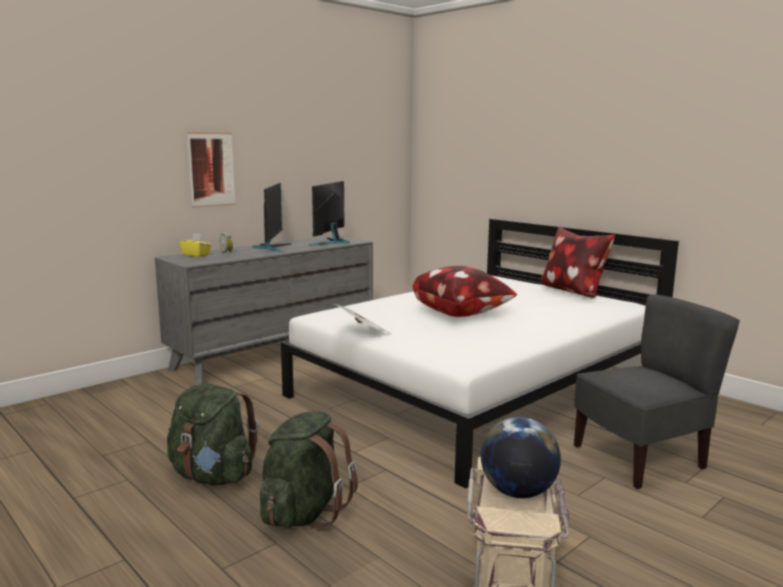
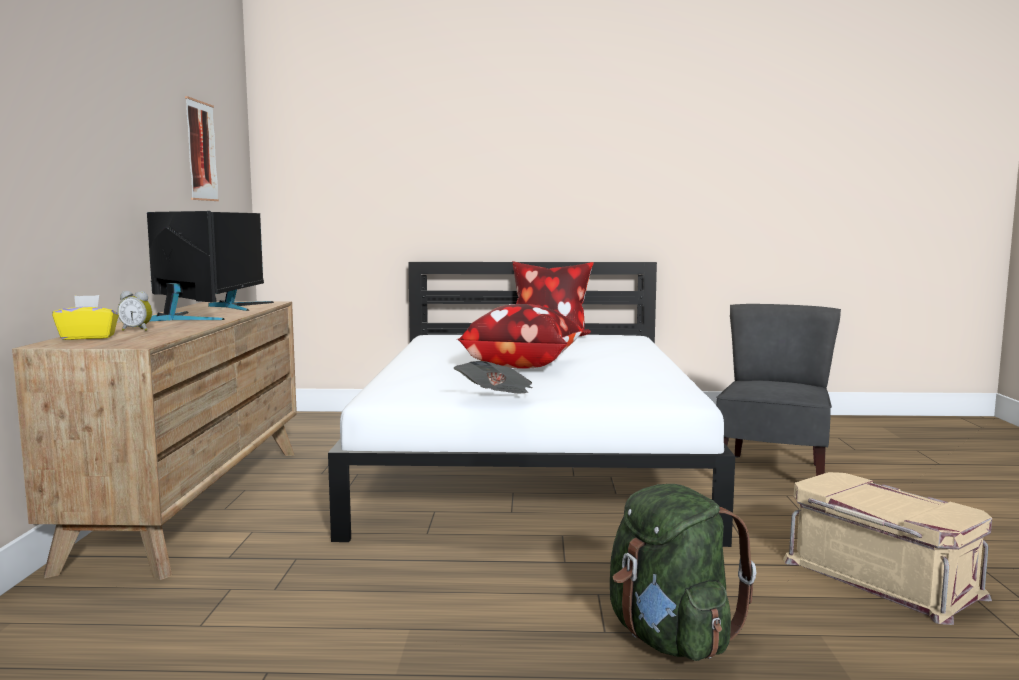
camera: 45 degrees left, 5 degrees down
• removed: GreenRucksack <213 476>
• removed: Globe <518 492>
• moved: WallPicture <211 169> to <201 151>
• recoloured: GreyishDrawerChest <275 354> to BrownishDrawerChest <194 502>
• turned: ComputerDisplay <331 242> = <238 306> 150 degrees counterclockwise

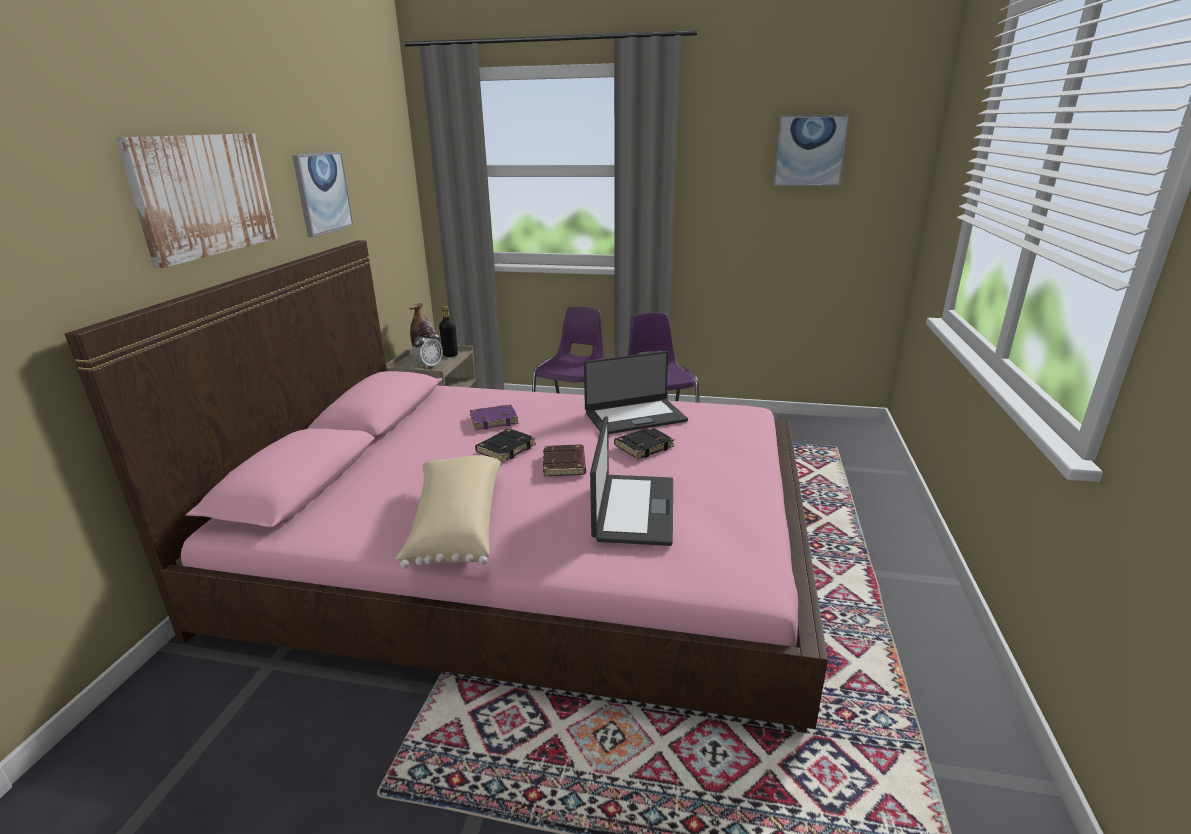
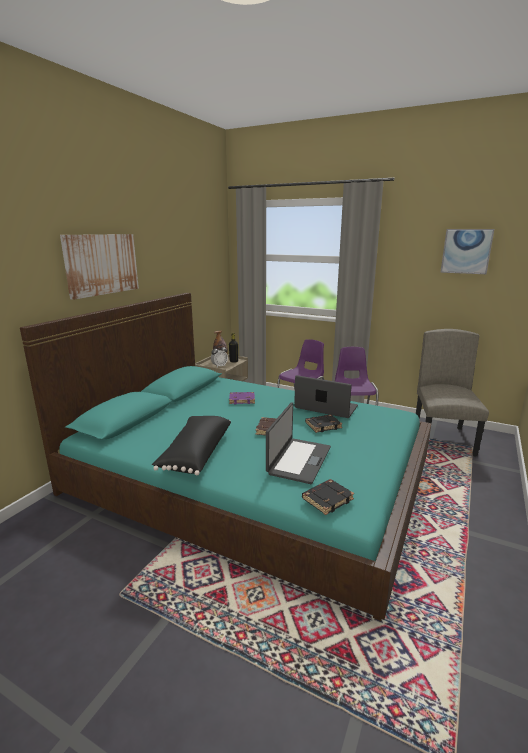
camera: 15 degrees right, 5 degrees down
• removed: WallPicture <322 193>
• added: SandColouredUprightChair <443 439>
• moved: BlackVolume <506 448> to <327 499>
• recoloured: PinkColouredBedroomBed <531 544> to TurquoiseBedroomBed <251 476>
• recoloured: SandColouredThrowPillow <455 526> to BlackThrowPillow <195 454>
• turned: Laptop <634 416> = <325 407> 150 degrees counterclockwise

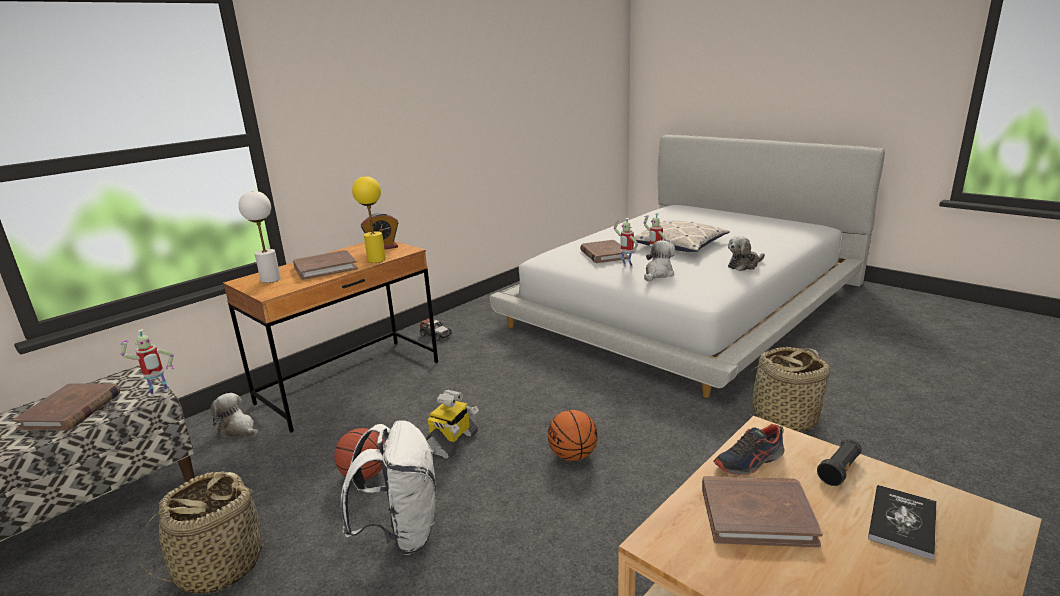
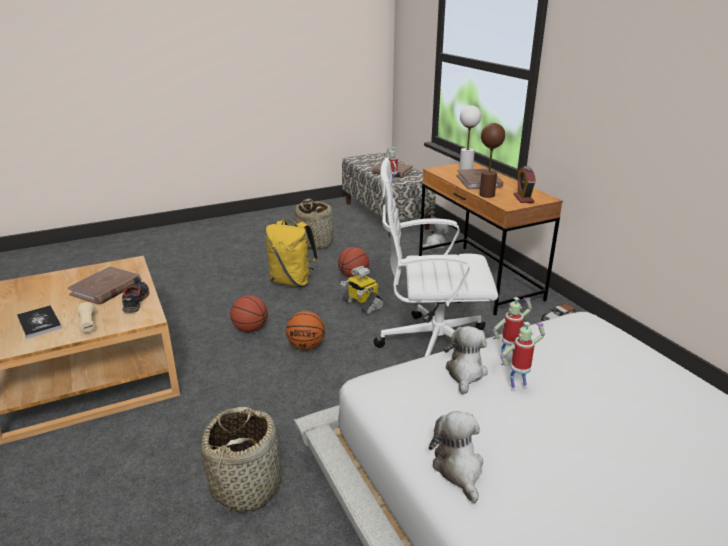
camera: 110 degrees right, 5 degrees up
• removed: BrownishVolume <604 254>
• removed: ThrowPillow <679 245>
• added: BasketballBall <250 329>
• added: WhitishOfficeChair <432 346>
• recoloured: WhitishRucksack <401 533> to YellowColouredRucksack <292 282>
• recoloured: YellowColouredTabletopLamp <377 260> to BrownishTabletopLamp <487 195>
• recoloured: BlackTorch <839 470> to SandColouredTorch <88 325>
• turned: CuddlyToy <658 274> = <465 373> 135 degrees counterclockwise

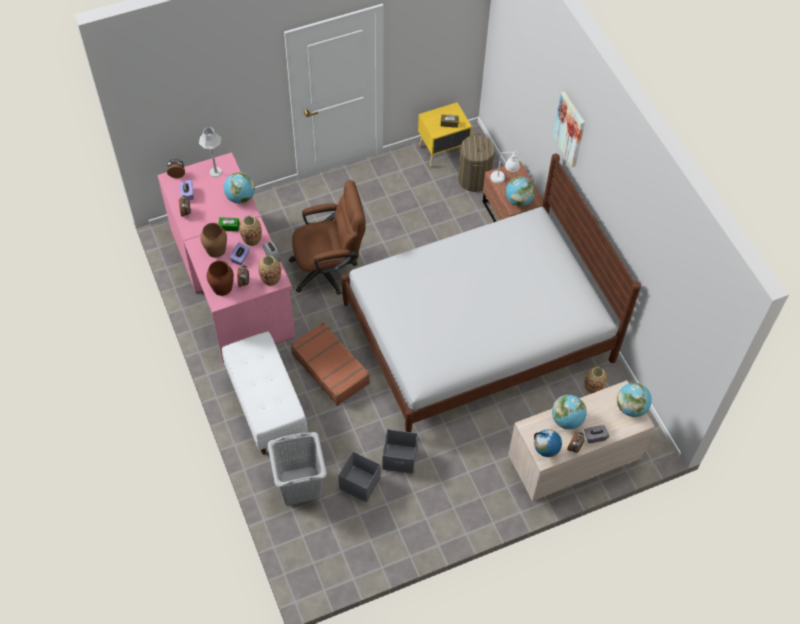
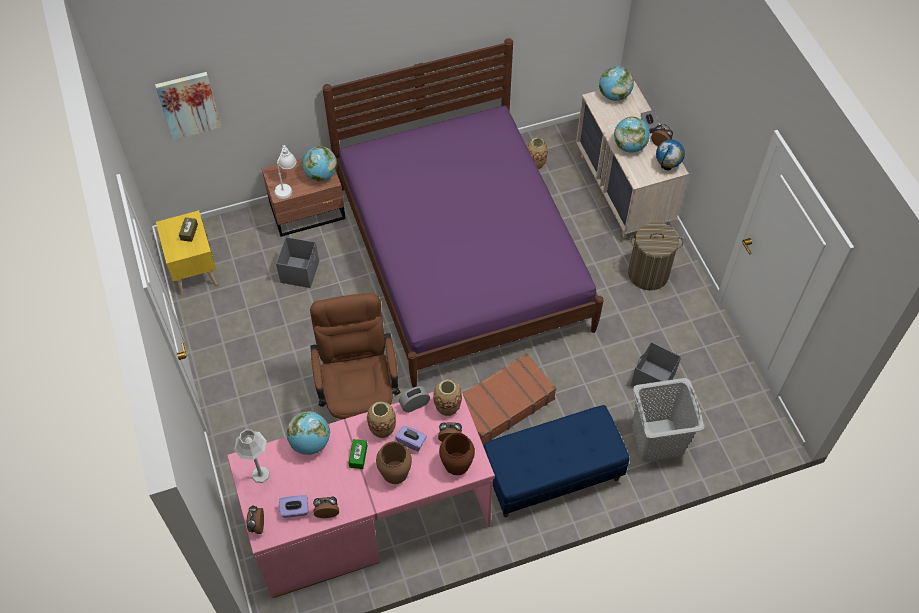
camera: 85 degrees left, 0 degrees up
• moved: GreyishStorageContainer <400 459> to <300 272>
• moved: LaundryBasket <474 179> to <648 274>
• moved: WallPicture <570 129> to <188 105>
• recoloured: WhitishLongSeat <266 405> to BlueLongSeat <552 476>
• recoloured: WhitishBedroomBed <477 332> to PurpleColouredBedroomBed <462 256>

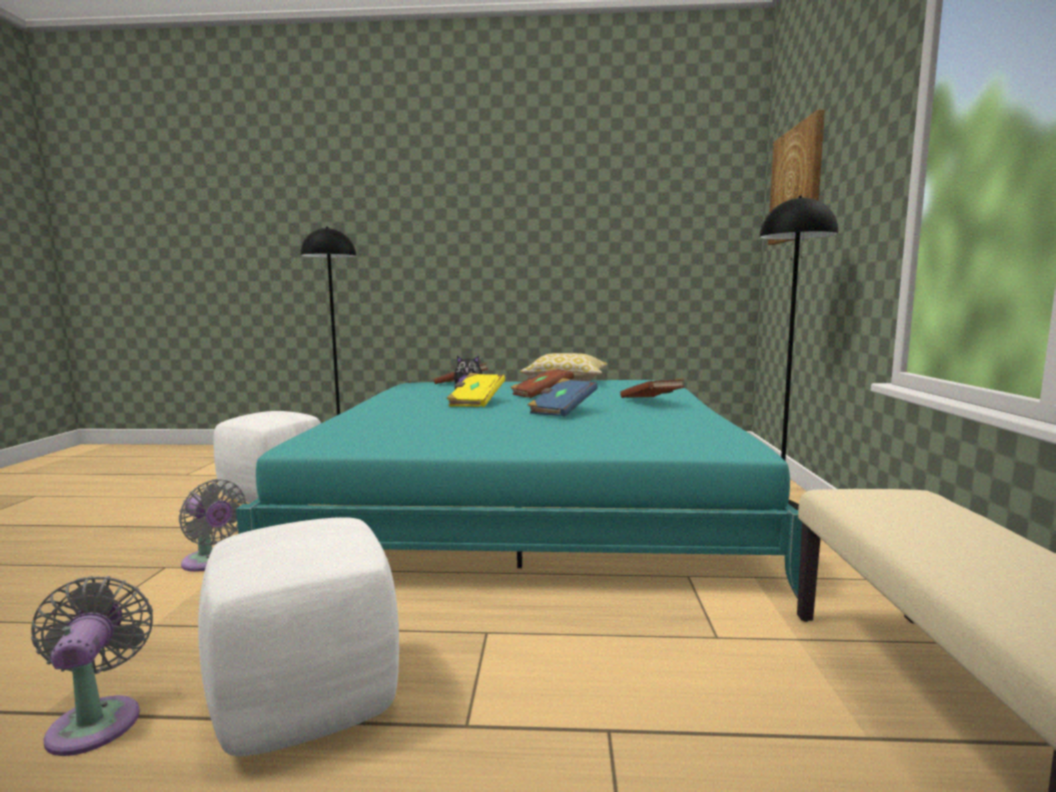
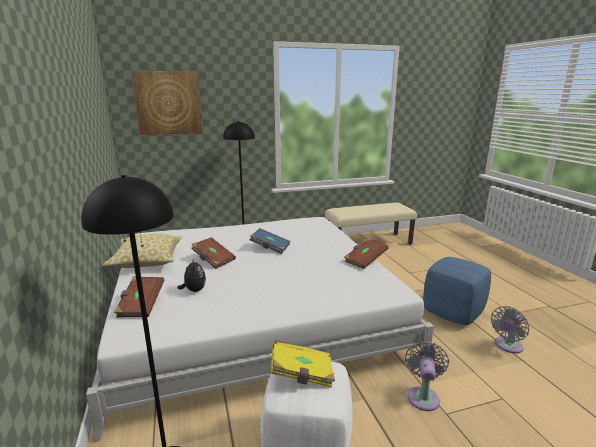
camera: 110 degrees left, 10 degrees up
• moved: YellowColouredVolume <475 402> to <302 375>
• moved: BrownishVolume <652 401> to <365 260>
• recoloured: WhitishOttoman <306 701> to BlueOttoman <453 313>
• recoloured: TurquoiseBedroomBed <529 496> to WhitishBedroomBed <253 312>

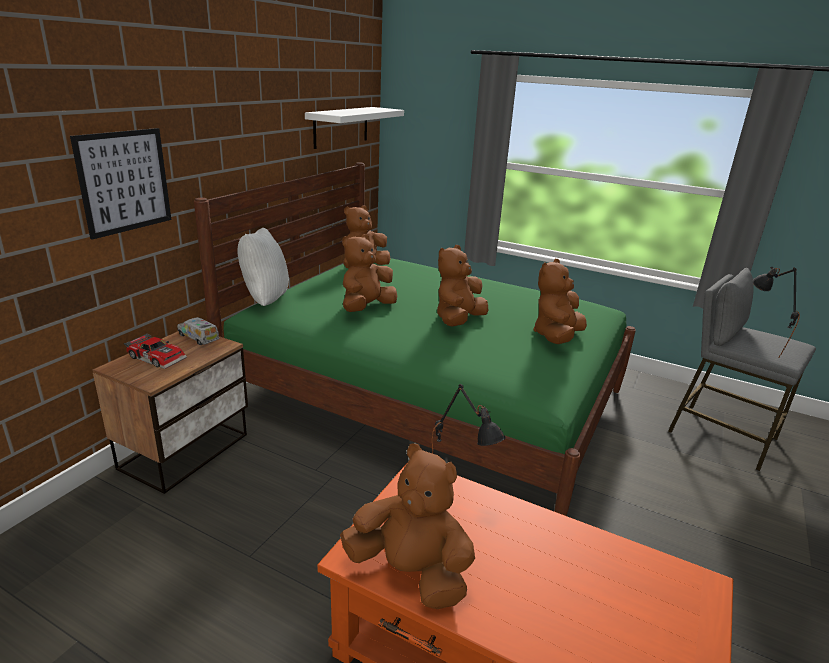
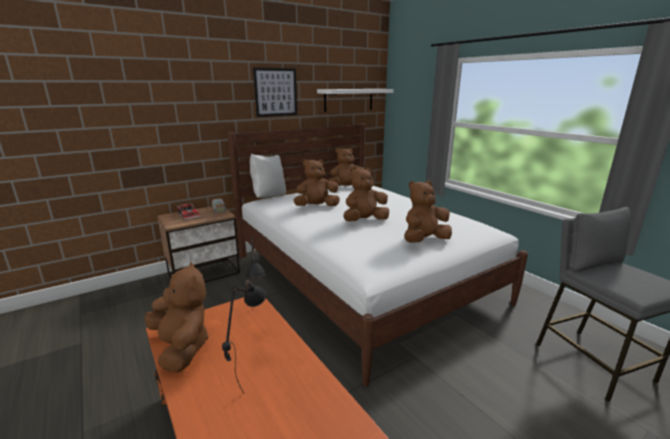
camera: 30 degrees right, 5 degrees down
• moved: WallPicture <124 181> to <276 92>
• moved: BlackTabletopLamp <757 349> to <248 373>
• recoloured: GreenBedroomBed <430 398> to WhitishBedroomBed <361 277>

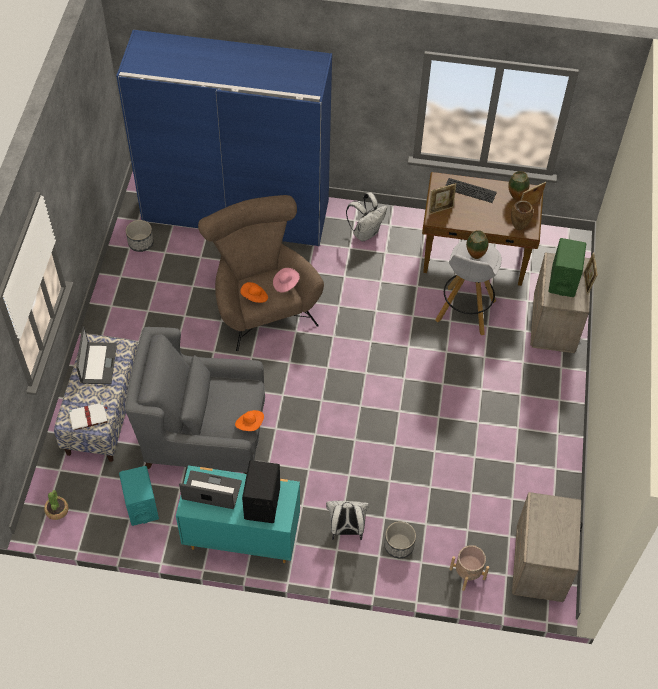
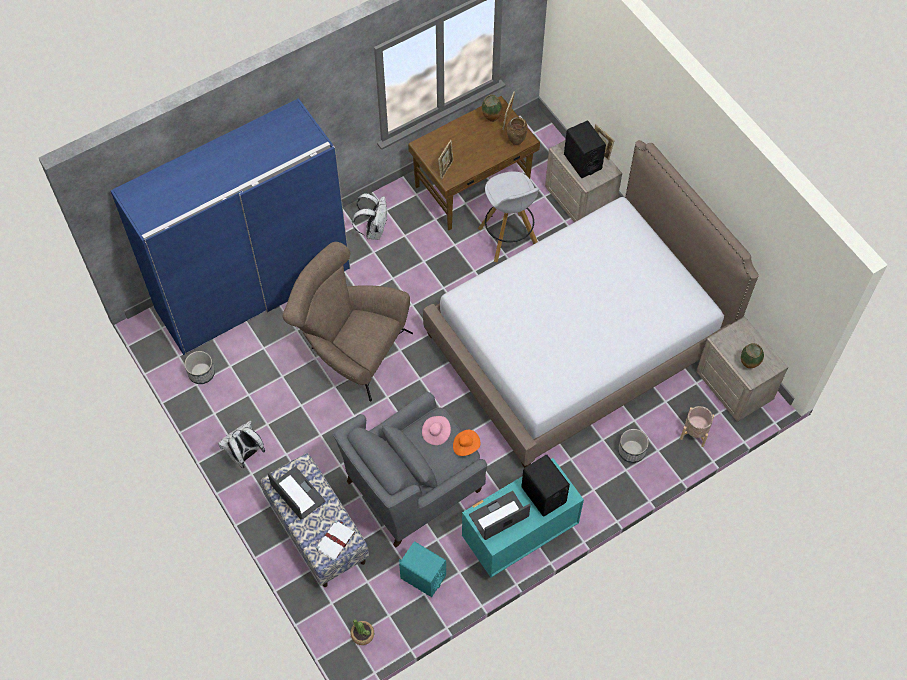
camera: 40 degrees left, 5 degrees up
• removed: OrangeyClothingHat <254 297>
• removed: PcKeyboard <471 190>
• added: BedroomBed <578 340>
• moved: PinkColouredClothingHat <285 284> to <436 433>
• moved: WhitishRucksack <346 530> to <245 455>
• moved: FlowerVase <475 257> to <748 366>
• recoloured: GreenAudioSpeaker <563 281> to BlackAudioSpeaker <582 162>

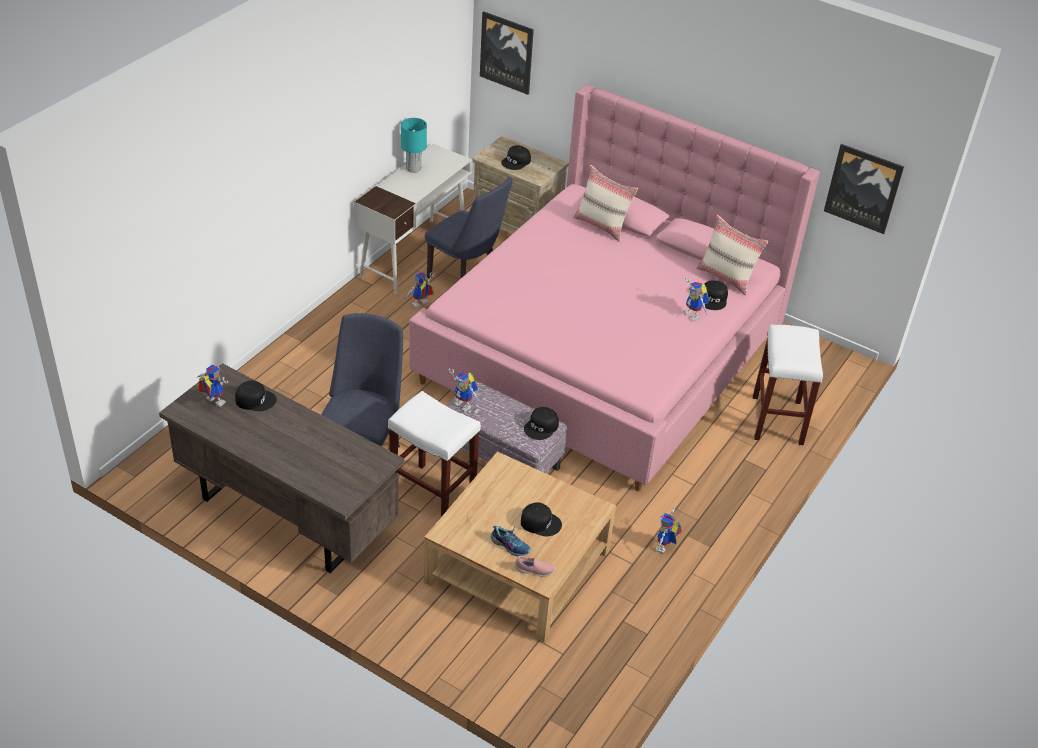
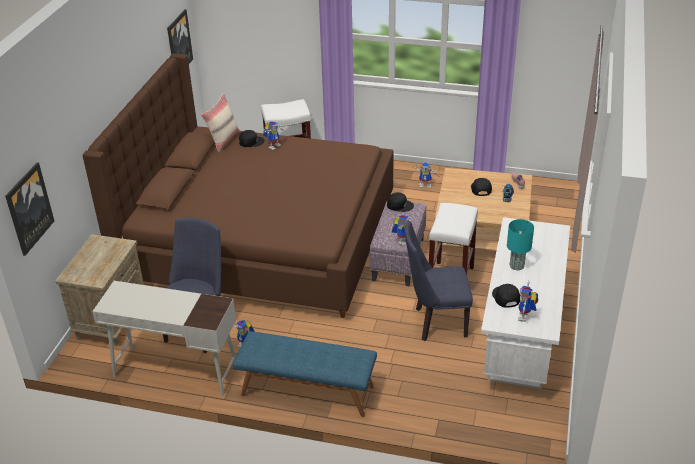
camera: 105 degrees left, 5 degrees down
• removed: BlackPeakedCap <516 162>
• removed: SandColouredThrowPillow <602 225>
• added: BlueLongSeat <307 391>
• moved: TurquoiseTabletopLamp <413 168> to <516 265>
• recoloured: BrownishDeskUnit <285 515> to WhitishDeskUnit <521 340>
• recoloured: PinkColouredBedroomBed <604 353> to BrownishBedroomBed <259 240>

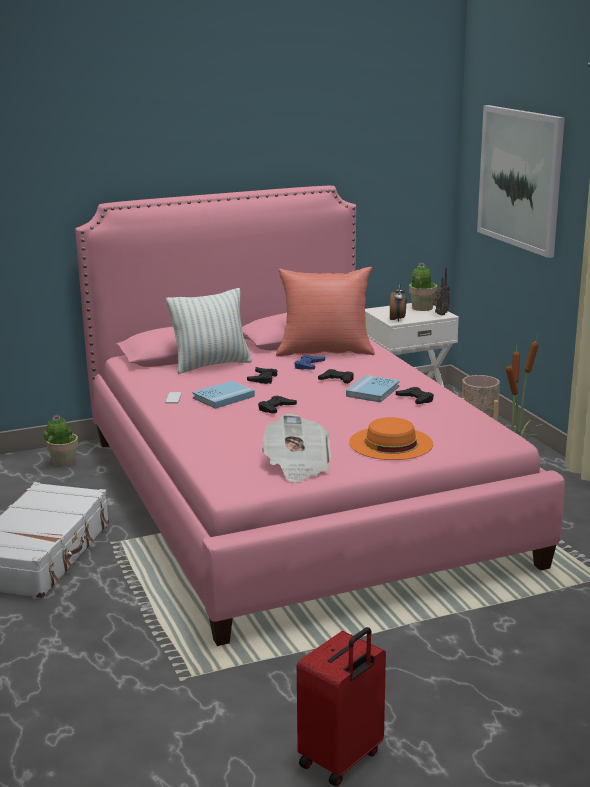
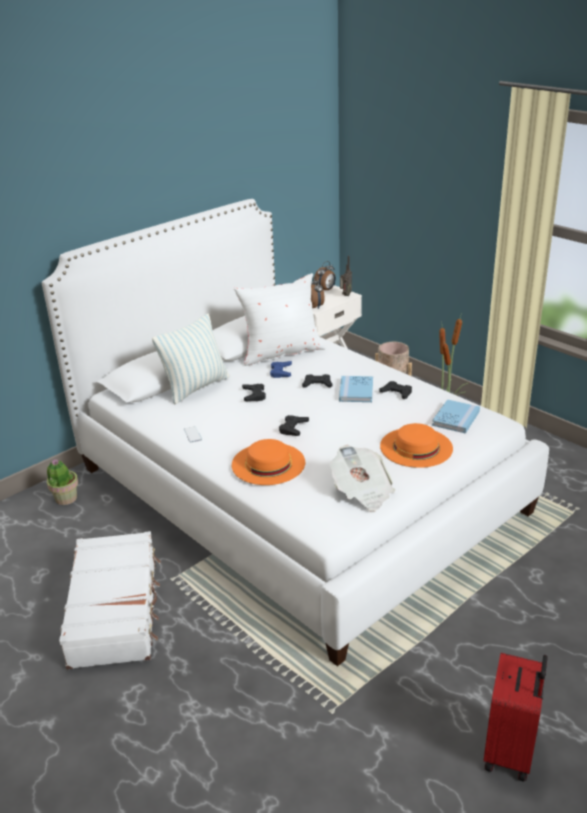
camera: 20 degrees left, 10 degrees up
• removed: WallPicture <520 178>
• added: OrangeyClothingHat <268 463>
• moved: BlueVolume <223 397> to <456 418>
• replaced: PottedPlant <422 308> to TableClock <325 290>
• recoloured: PinkColouredBedroomBed <294 497> to WhitishBedroomBed <295 489>
• recoloured: RedThrowPillow <325 351> to WhitishThrowPillow <281 352>

